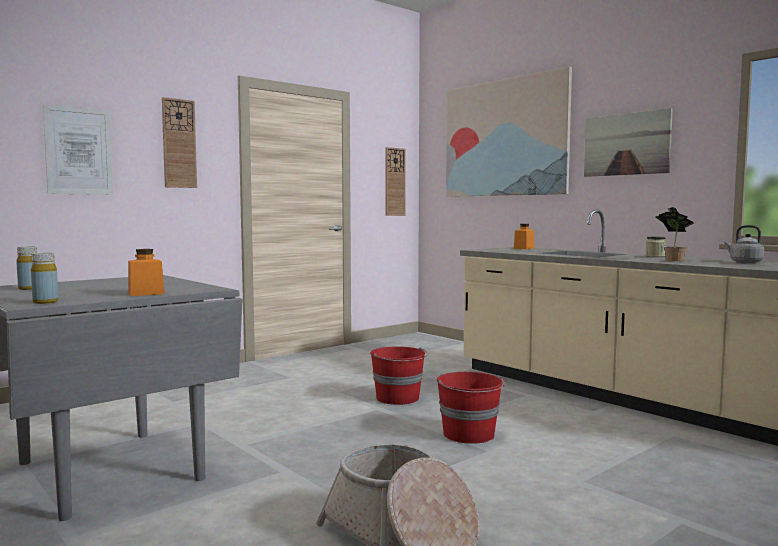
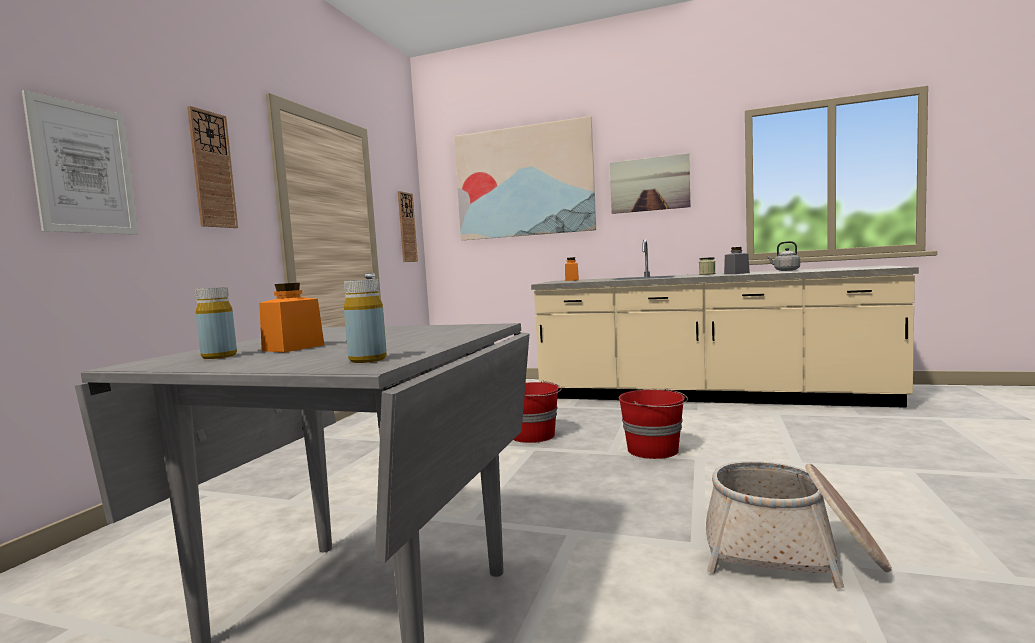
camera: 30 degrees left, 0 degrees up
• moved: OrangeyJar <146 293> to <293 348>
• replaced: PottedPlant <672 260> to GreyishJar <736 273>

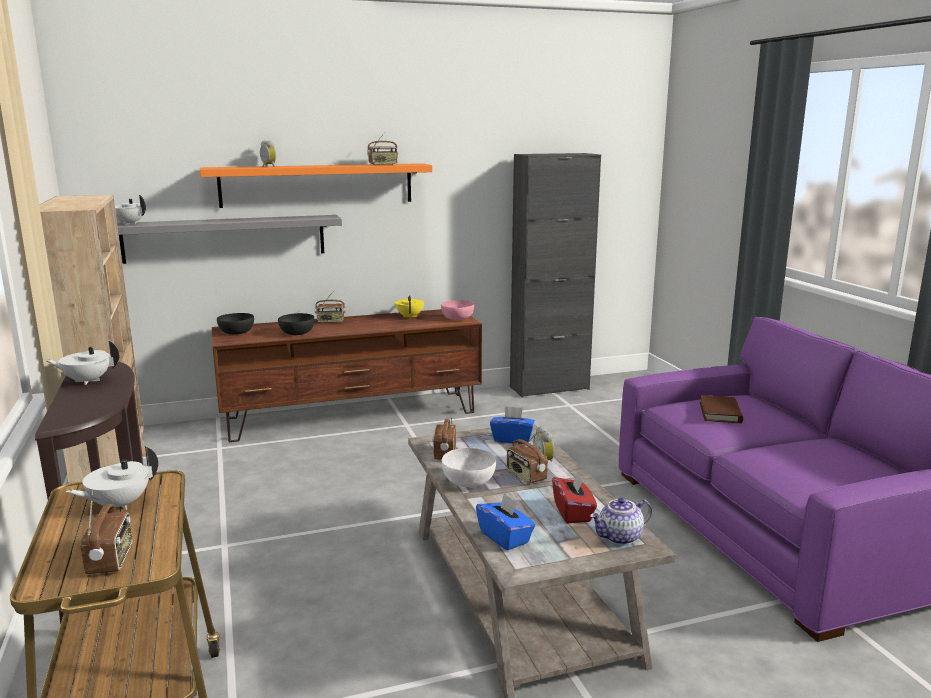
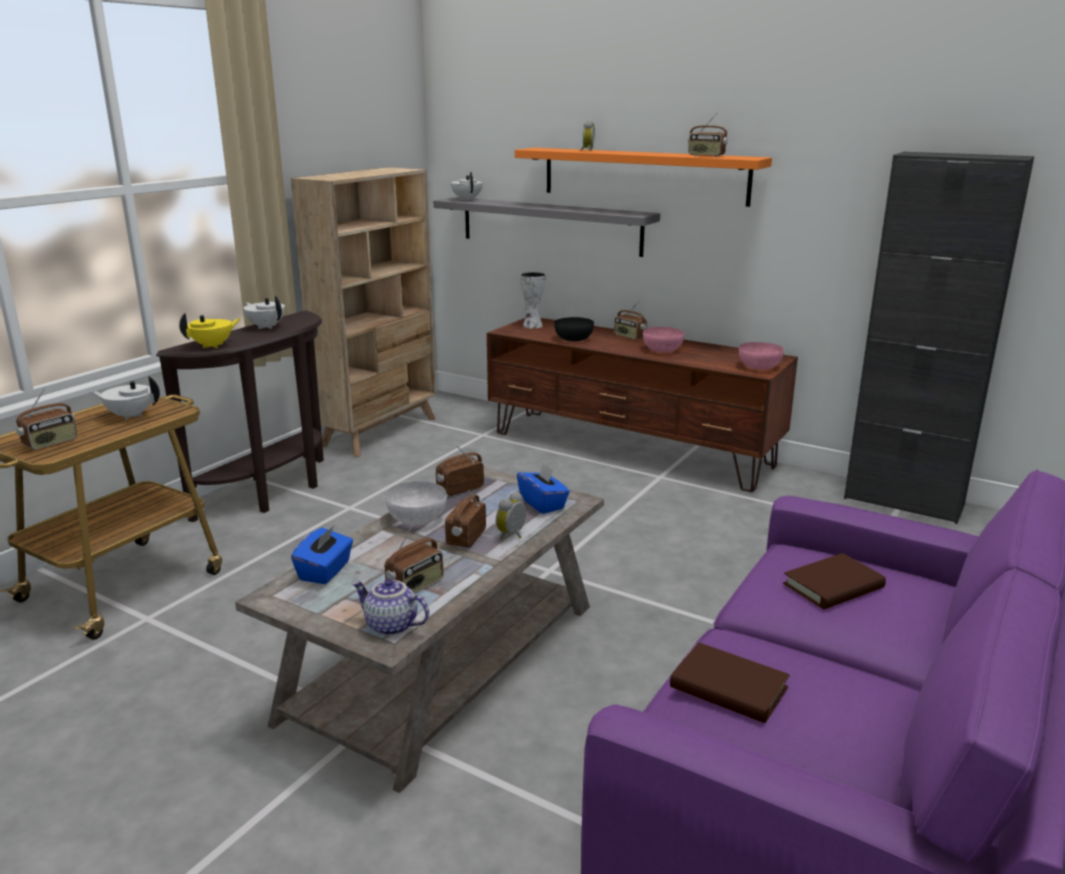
camera: 50 degrees right, 5 degrees up
• added: PinkColouredBowl <662 349>
• added: BrownishVolume <728 688>
• moved: YellowColouredTeaPot <410 316> to <213 346>
• replaced: BlackBowl <236 333> to FlowerVase <531 326>
• replaced: RedTissueBox <573 513> to RadioSet <416 586>

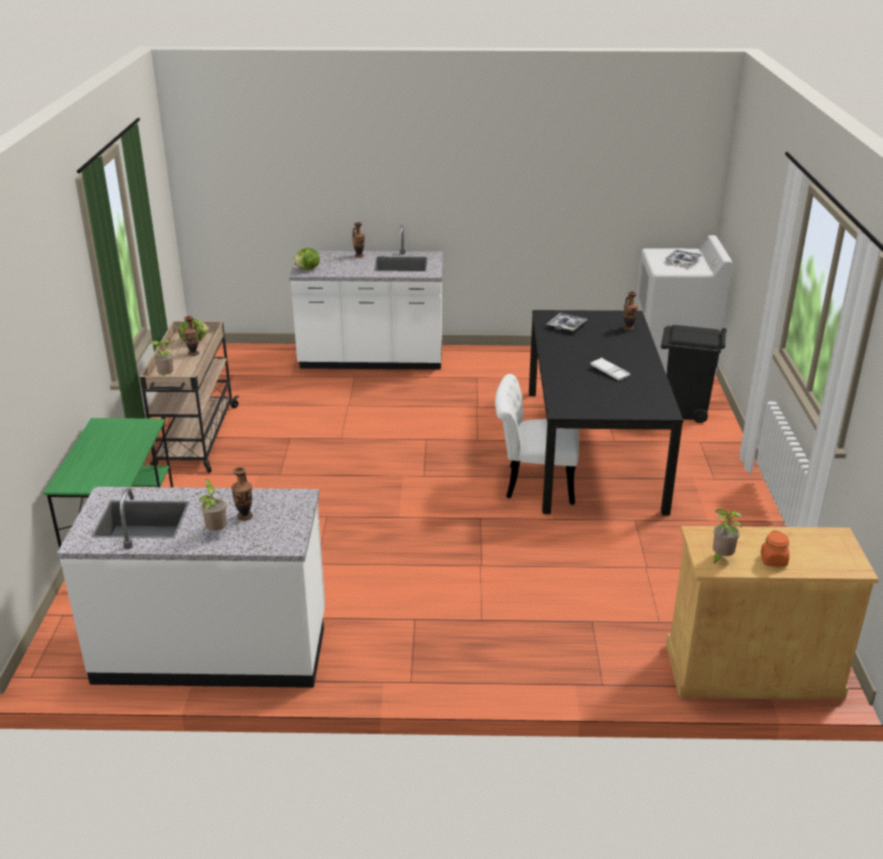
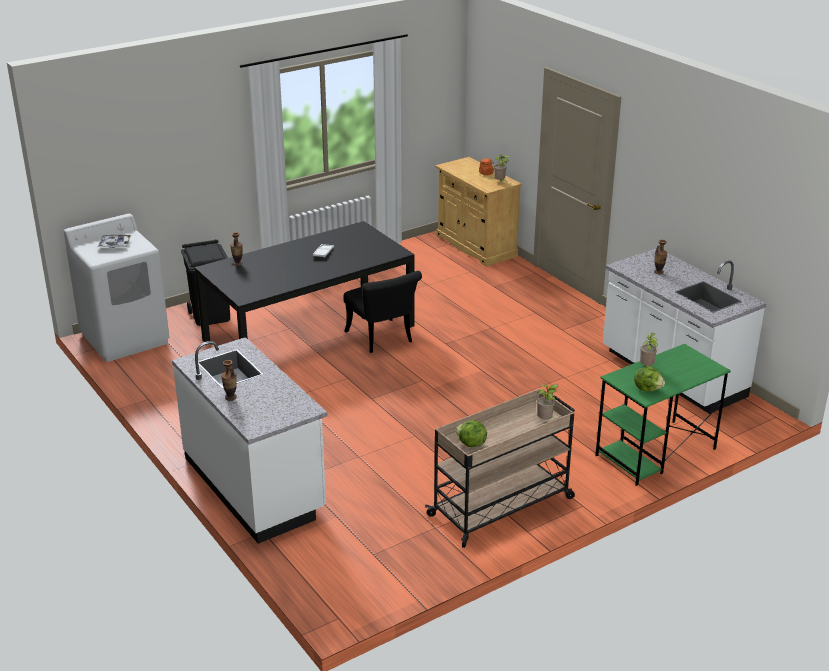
camera: 125 degrees left, 0 degrees up
• removed: FlowerVase <193 353>
• removed: ServingTray <566 326>
• moved: PottedPlant <215 531> to <647 367>
• moved: Lettuce <307 269> to <647 389>
• recoloured: WhitishUprightChair <533 483> to BlackUprightChair <382 339>

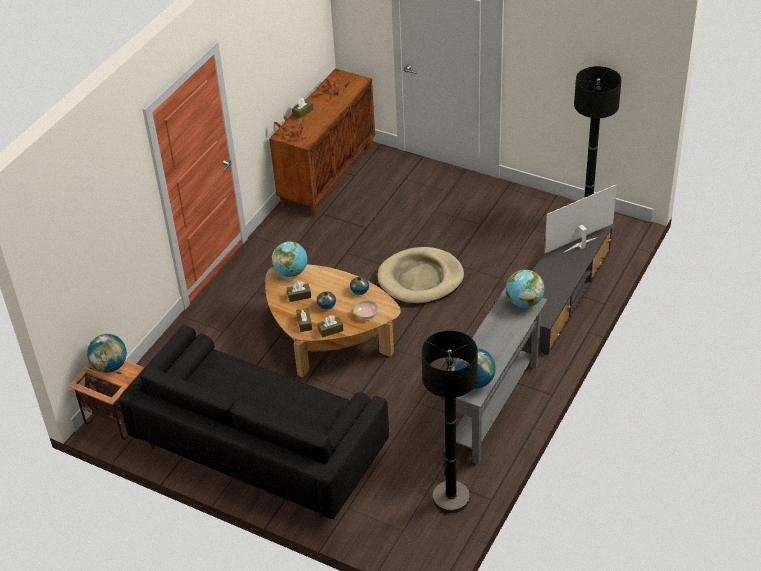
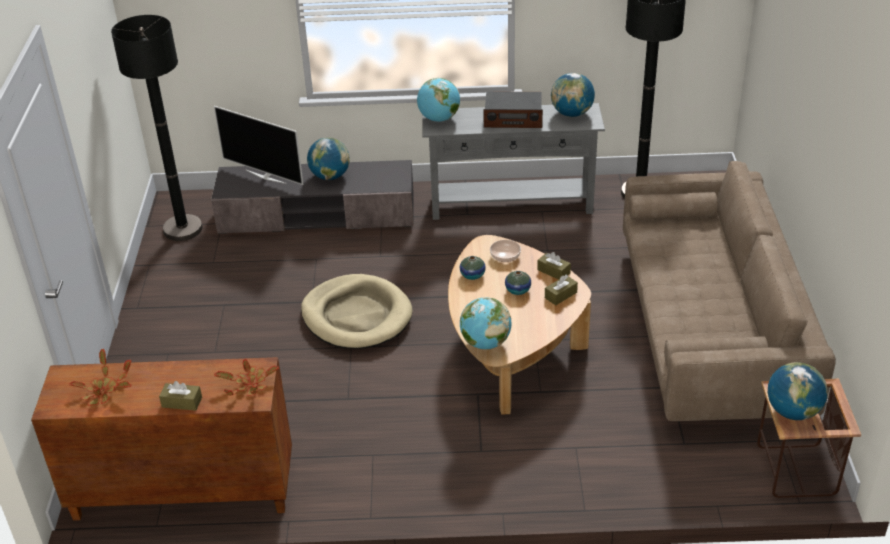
camera: 120 degrees left, 5 degrees down
• removed: BrownishTissueBox <299 296>
• added: Globe <330 176>
• added: RadioSet <513 118>
• recoloured: BlackSettee <260 447> to SandColouredSettee <710 331>

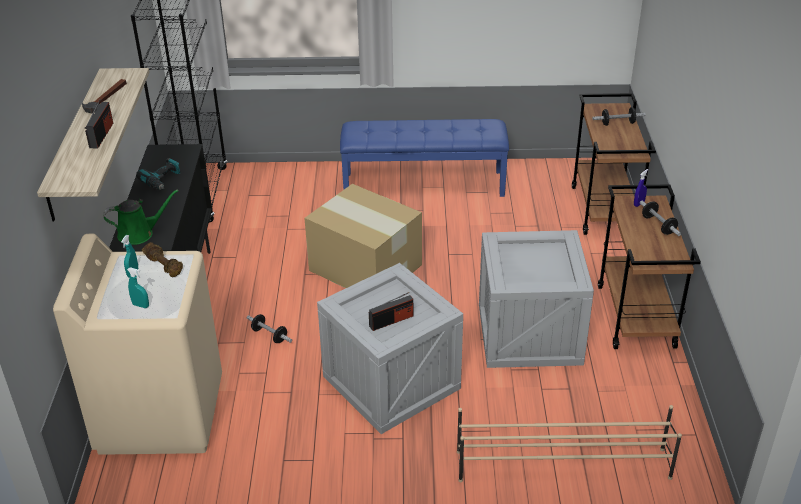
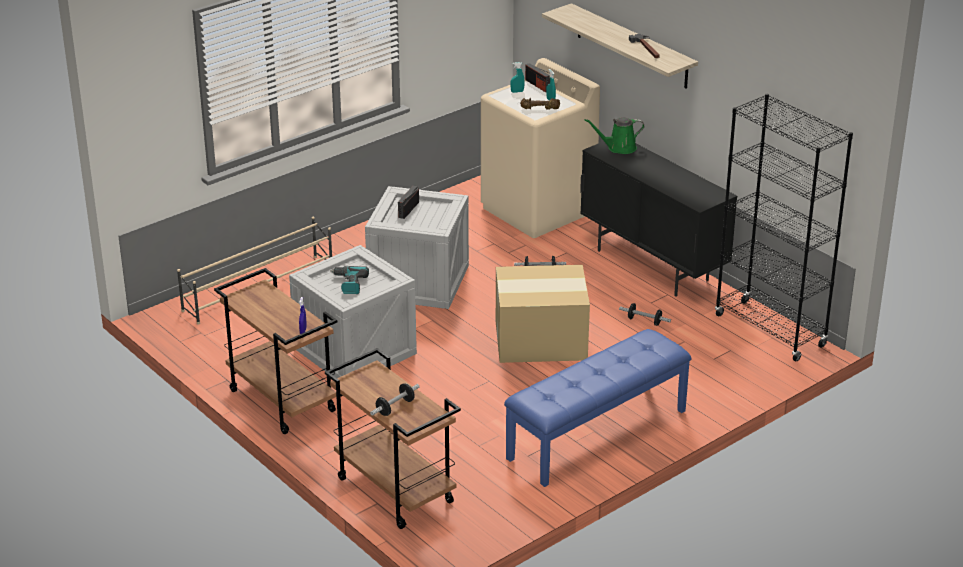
camera: 140 degrees right, 5 degrees down
• moved: RadioSet <101 135> to <537 85>
• moved: ElectricDrill <163 180> to <349 284>
• moved: FreeWeight <658 225> to <644 321>
• turned: GreenWateringPot <139 234> = <619 148> 45 degrees clockwise

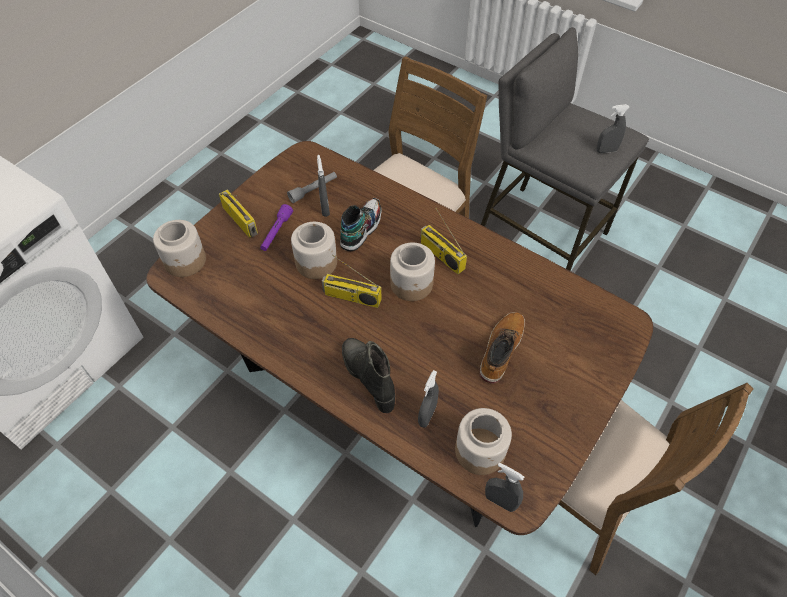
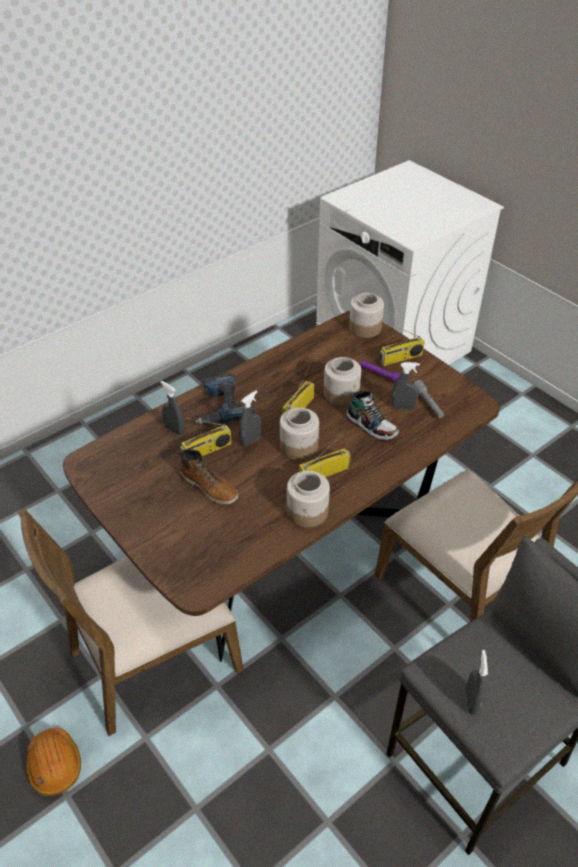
camera: 105 degrees right, 10 degrees down
• added: OrangeyWorkHelmet <55 765>
• added: RadioSet <206 451>
• moved: Jar <480 450> to <307 512>
• moved: GreyishSprayer <500 501> to <250 440>
• replaced: BlackTallBoot <369 378> to ElectricDrill <220 406>

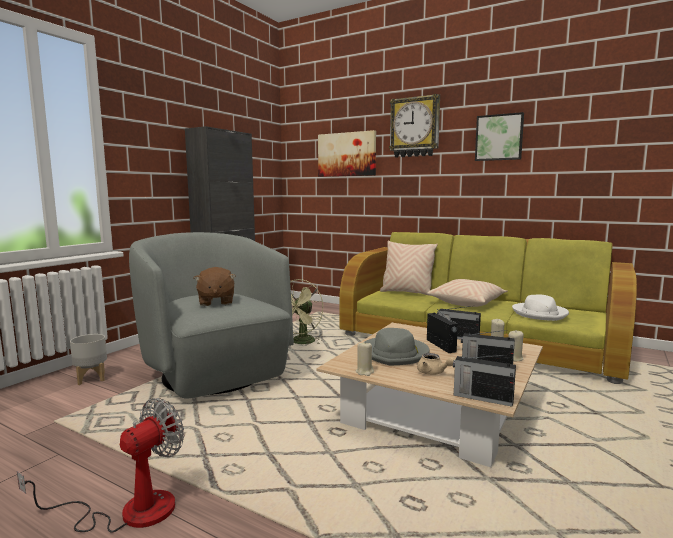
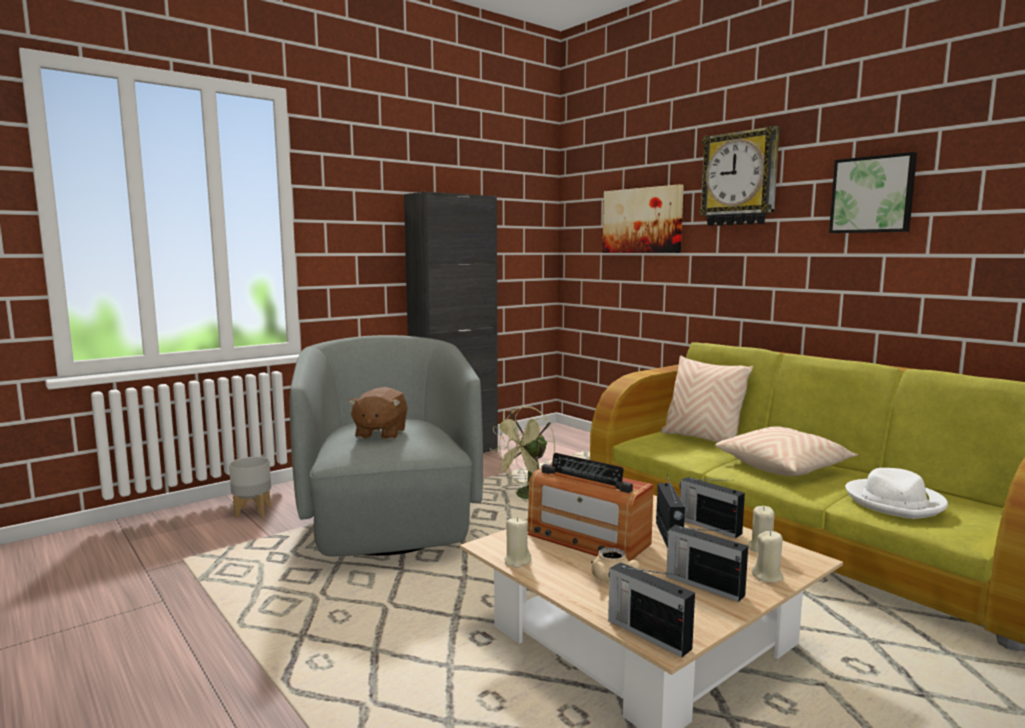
camera: 20 degrees right, 0 degrees up
• removed: CoolingFan <129 511>
• replaced: GreyishClothingHat <395 353> to RadioSet <587 539>

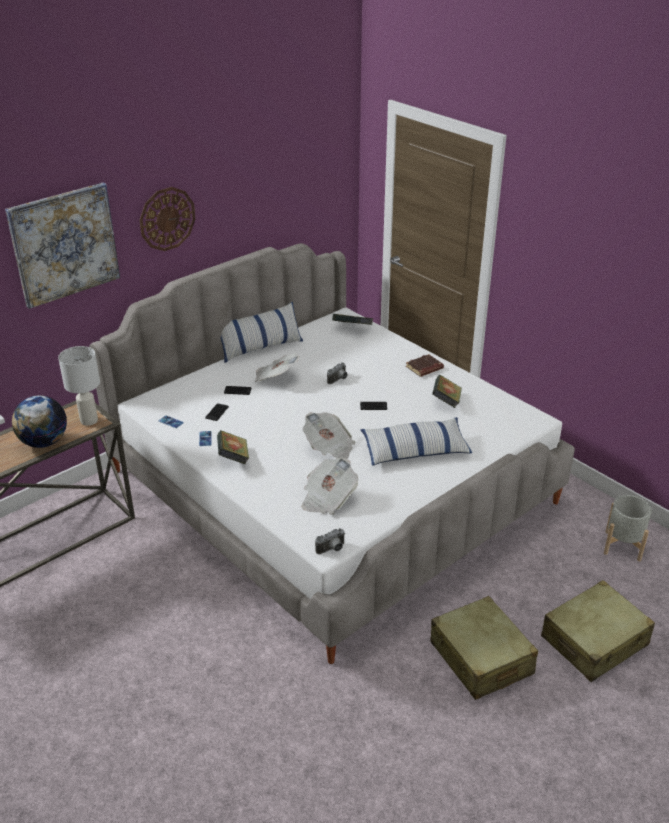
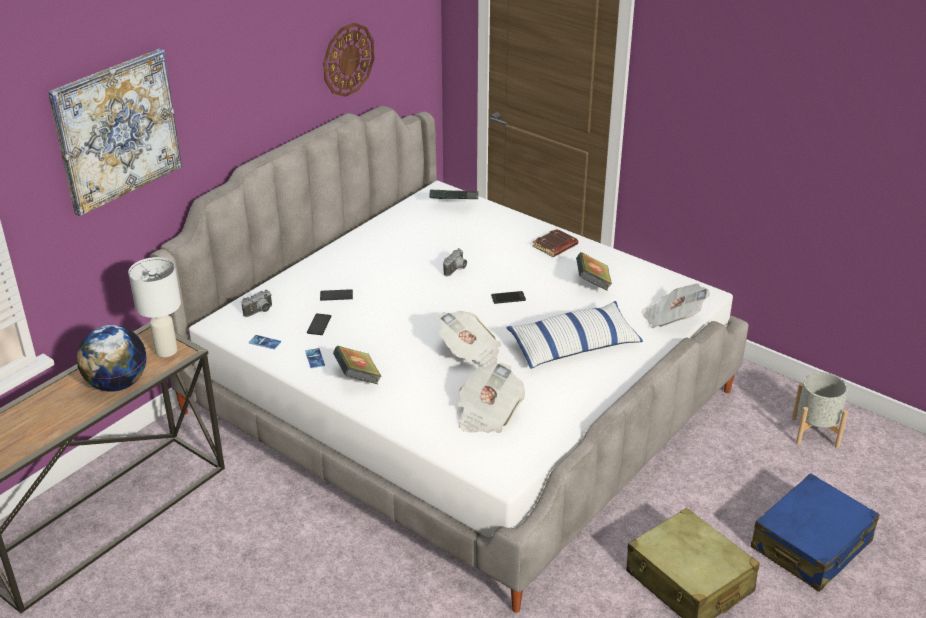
camera: 10 degrees left, 0 degrees up
• removed: ThrowPillow <260 347>
• moved: HangingClock <167 219> to <348 59>
• moved: DailyPaper <275 377> to <672 319>
• moved: StillCamera <332 549> to <260 312>
• recoloured: SandColouredTravelCase <594 641> to BlueTravelCase <811 545>

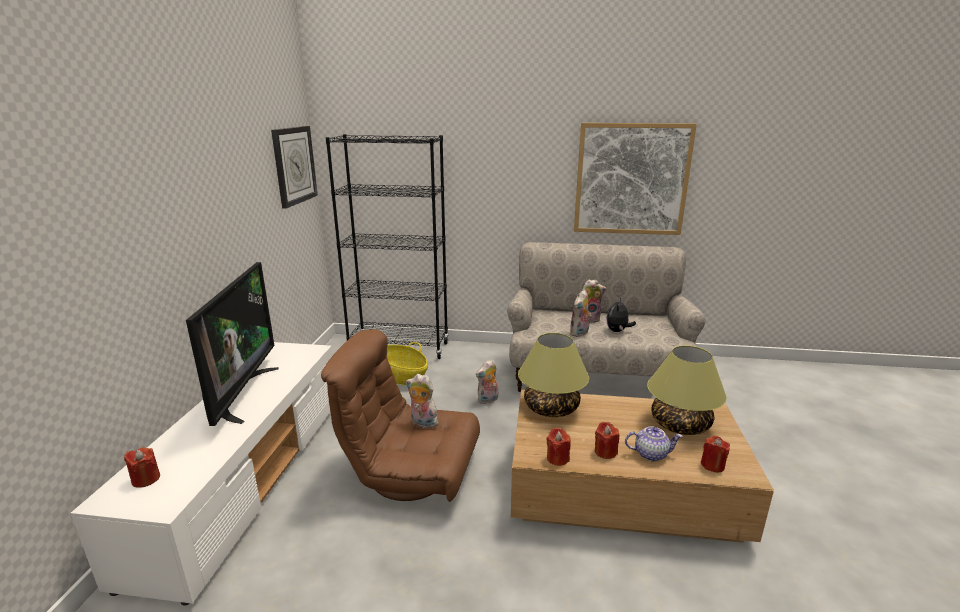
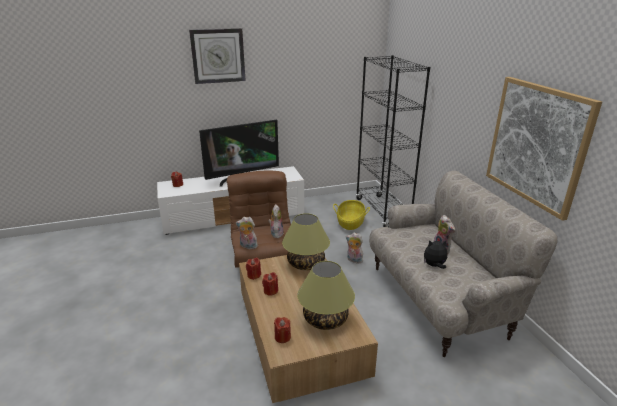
camera: 65 degrees right, 5 degrees up
• removed: TeaPot <651 454>
• moved: HangingClock <294 165> to <218 56>
• moved: CuddlyToy <580 333> to <248 247>

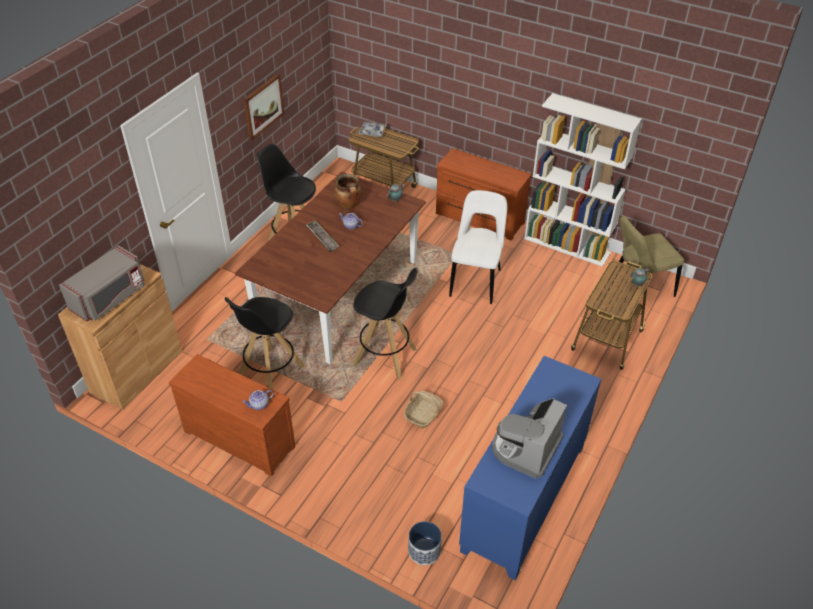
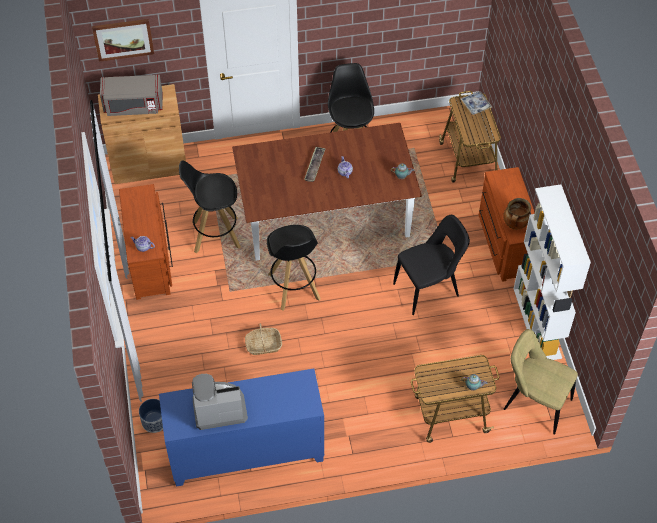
camera: 50 degrees right, 10 degrees up
• moved: WallPicture <263 106> to <123 39>
• moved: Saucepot <348 205> to <515 225>
• recoloured: WhitishUprightChair <476 281> to BlackUprightChair <429 289>

